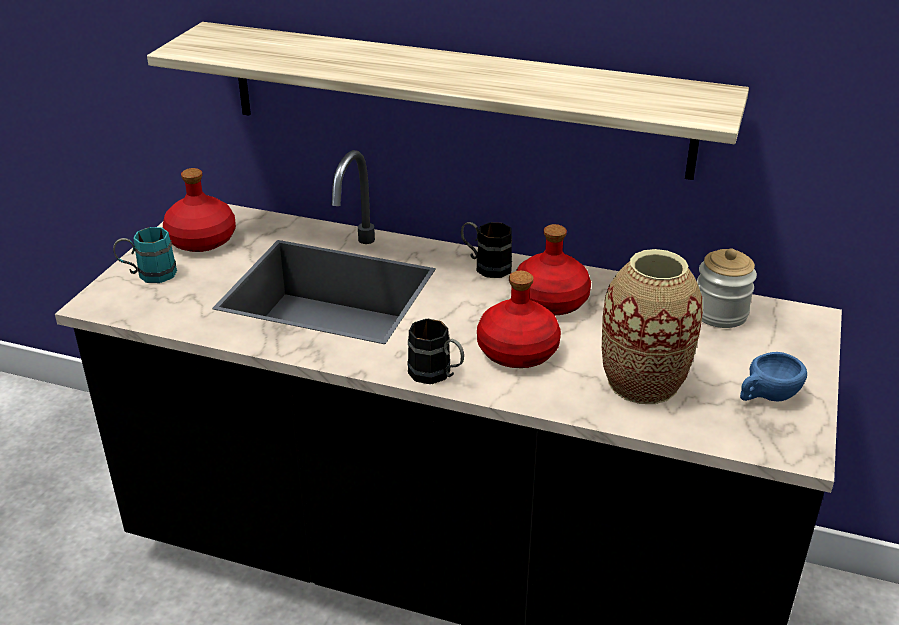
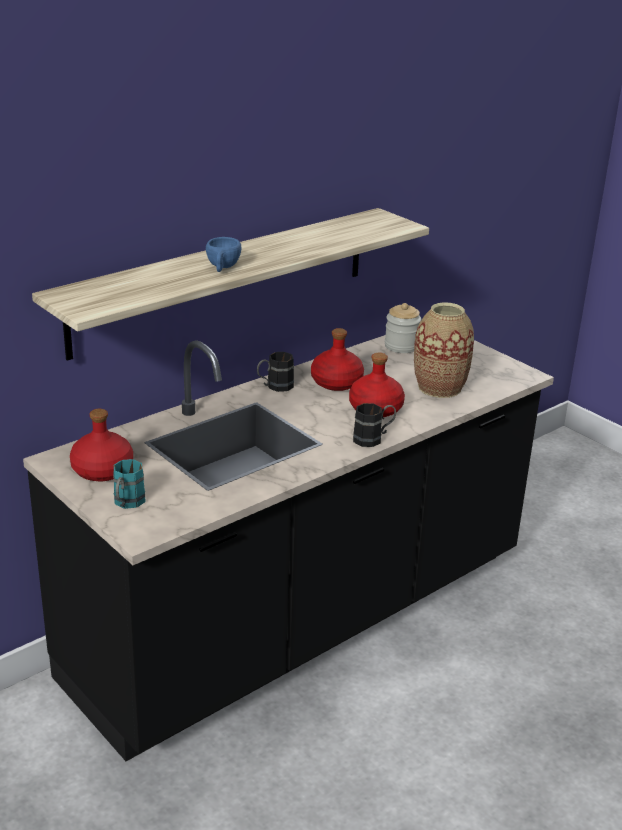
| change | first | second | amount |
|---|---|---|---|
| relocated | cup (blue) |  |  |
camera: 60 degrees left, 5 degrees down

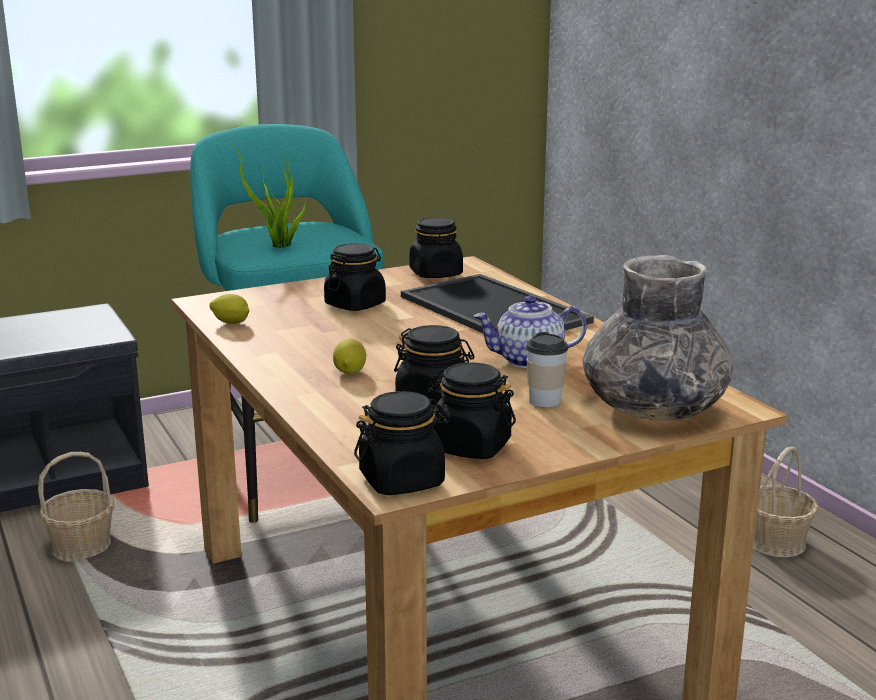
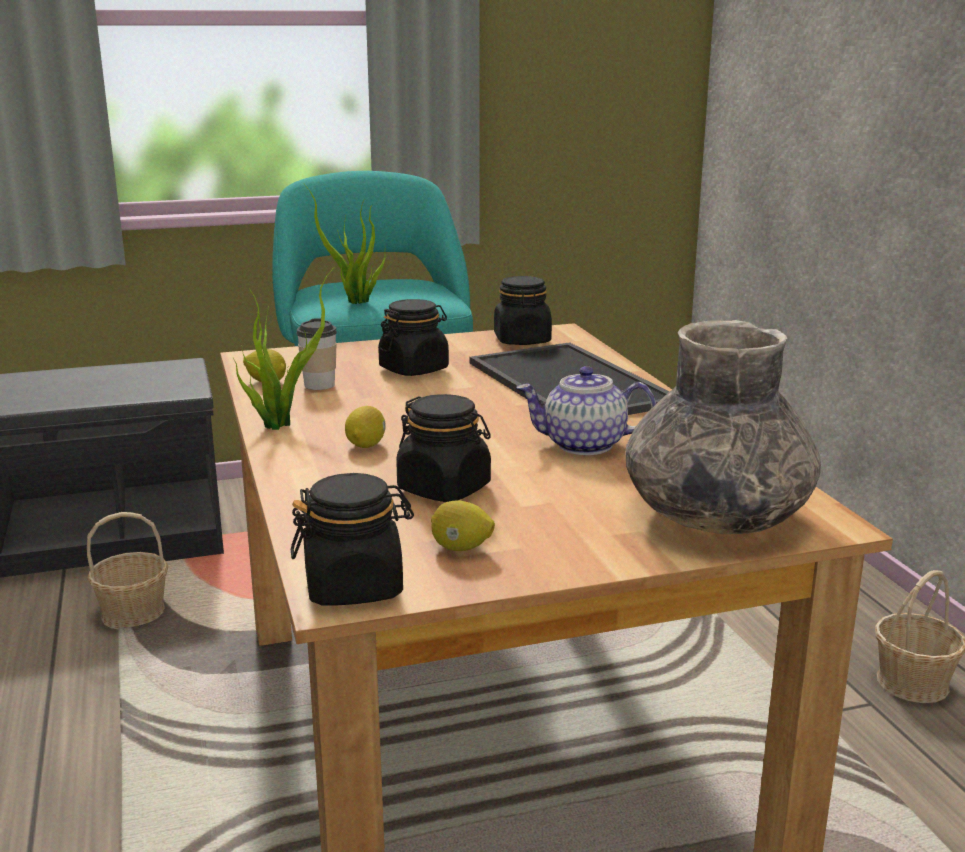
| change | first | second | amount |
|---|---|---|---|
| appeared |  | potted plant (no. 1 from left) |  |
| relocated | cup |  |  |
| exchanged | jar (black) (no. 5 from left) | lemon (no. 3 from left) |  |
camera: 10 degrees right, 0 degrees up

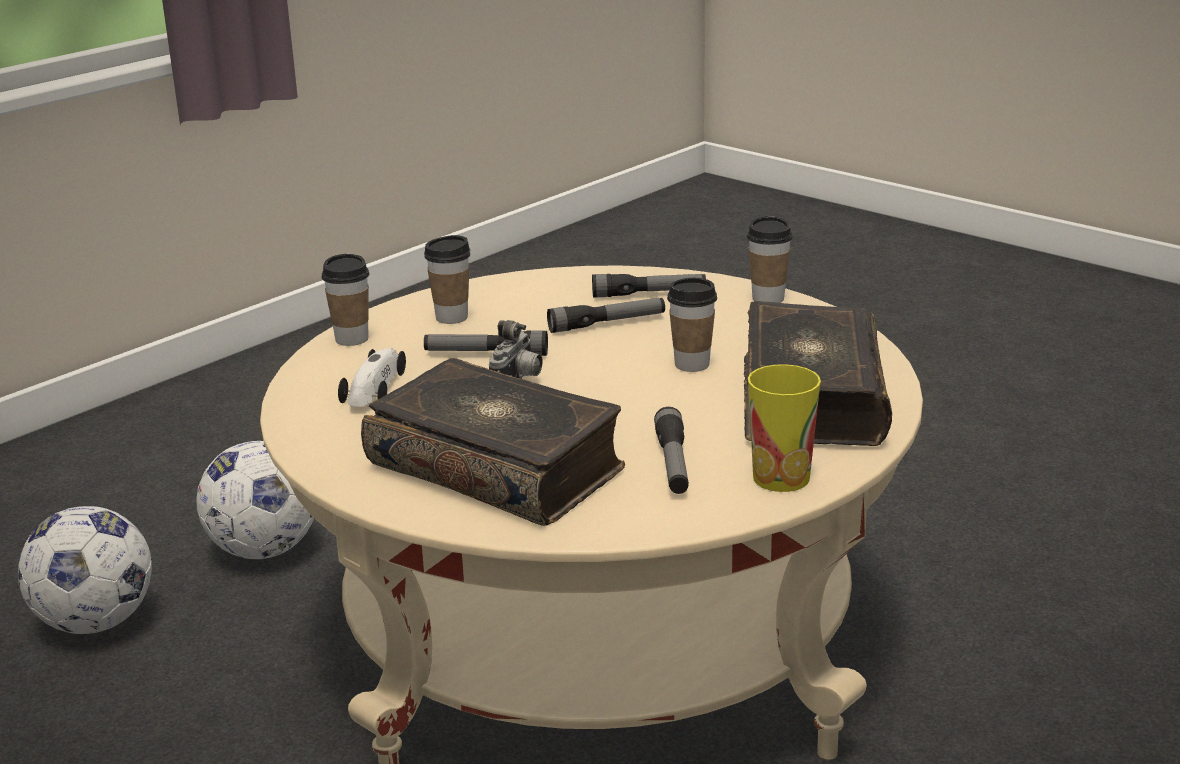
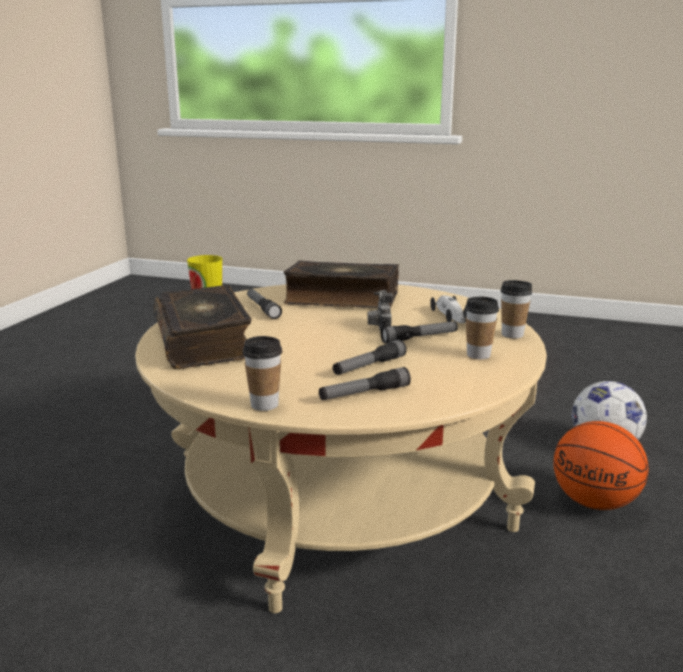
| change | first | second | amount |
|---|---|---|---|
| missing | cup (no. 3 from left) |  |  |
| exchanged | football (no. 2 from left) | basketball |  |
camera: 155 degrees right, 5 degrees down

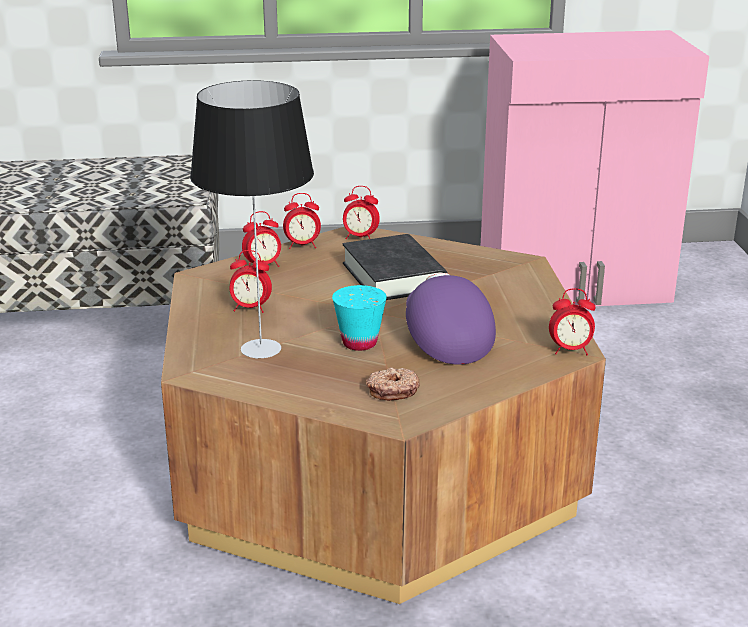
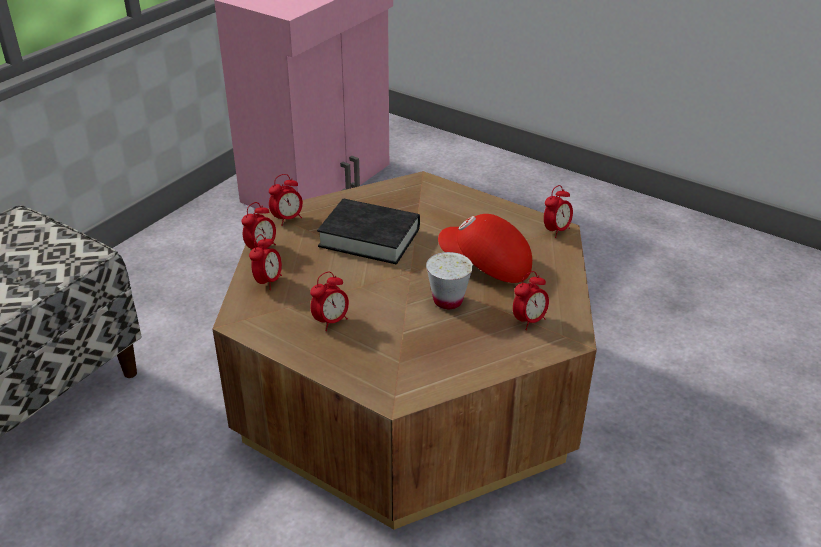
| change | first | second | amount |
|---|---|---|---|
| missing | table lamp |  |  |
| exchanged | donut | alarm clock (no. 5 from left) |  |
| colour | cup (turquoise) | cup (white) |  |
| colour | cap (purple) | cap (red) |  |
camera: 50 degrees left, 10 degrees up

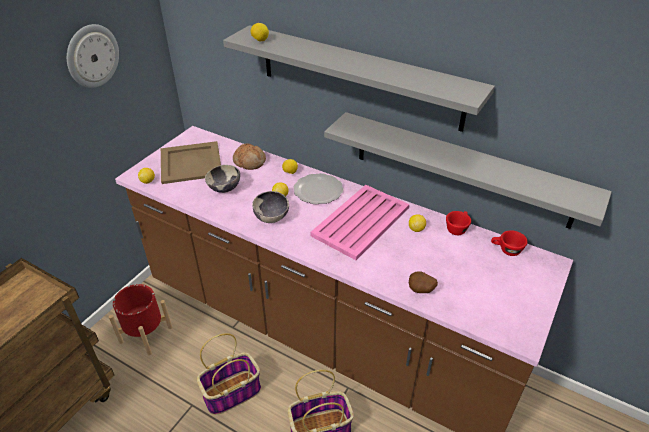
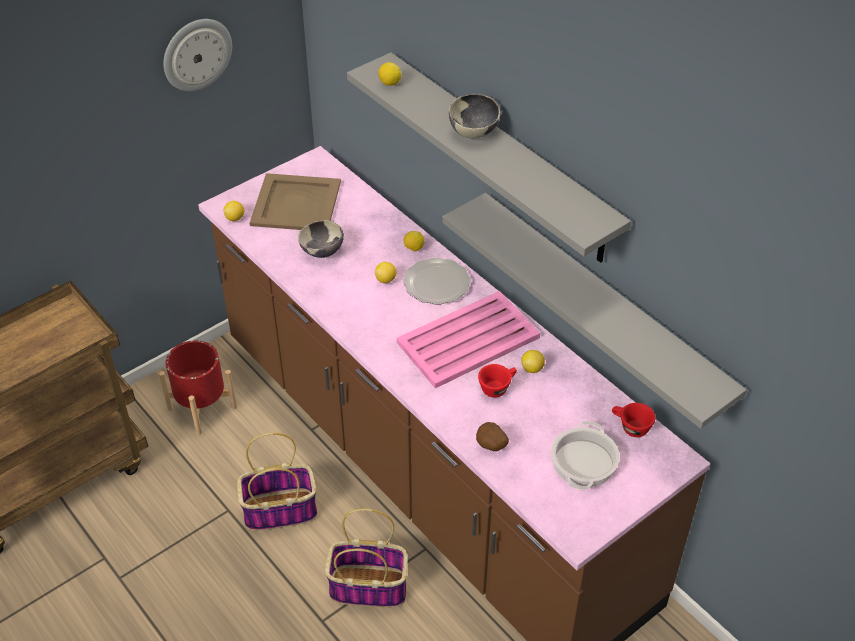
| change | first | second | amount |
|---|---|---|---|
| missing | bread |  |  |
| appeared |  | cooking pot |  |
| relocated | bowl (no. 2 from left) |  |  |
| relocated | cup (red) (no. 1 from left) |  |  |
camera: 20 degrees right, 5 degrees up

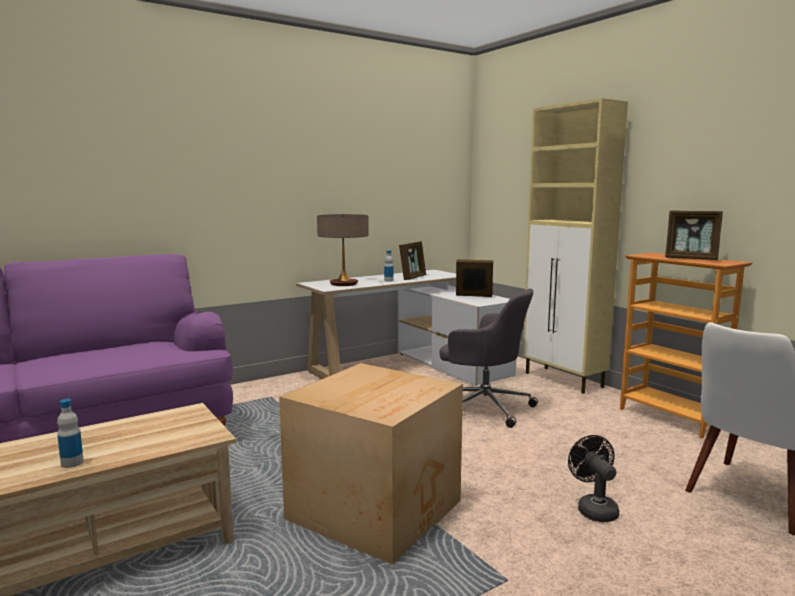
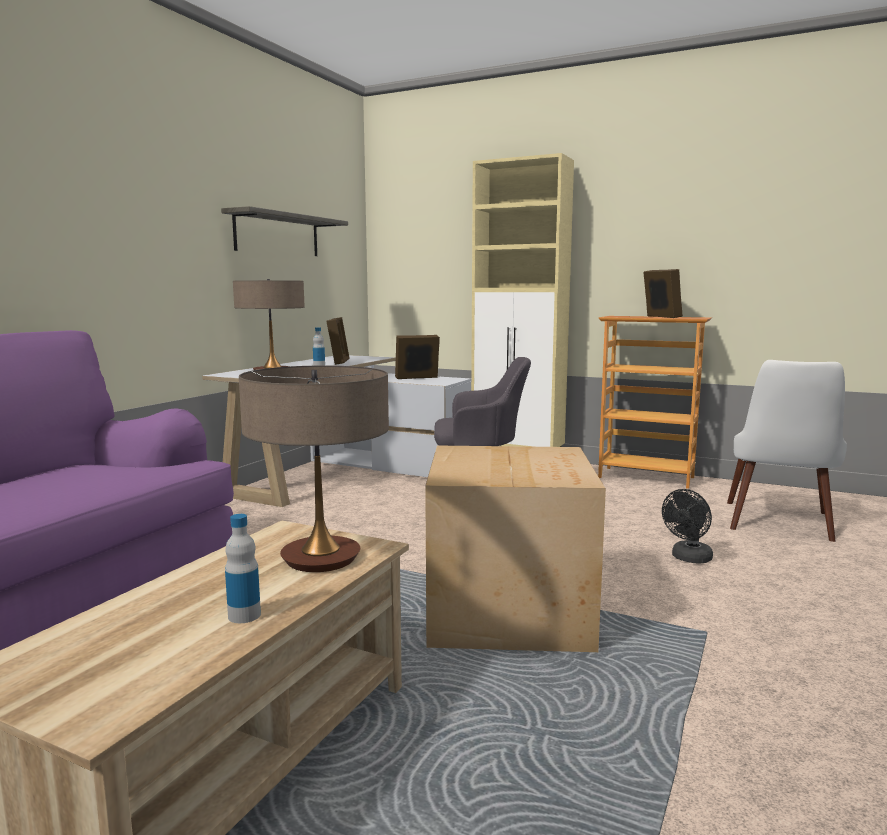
| change | first | second | amount |
|---|---|---|---|
| appeared |  | shelf |  |
| appeared |  | table lamp (no. 2 from left) |  |
| spun | fan (black) |  | 90 degrees counterclockwise |
| spun | picture frame (no. 3 from left) |  | 105 degrees counterclockwise |
camera: 30 degrees left, 0 degrees up

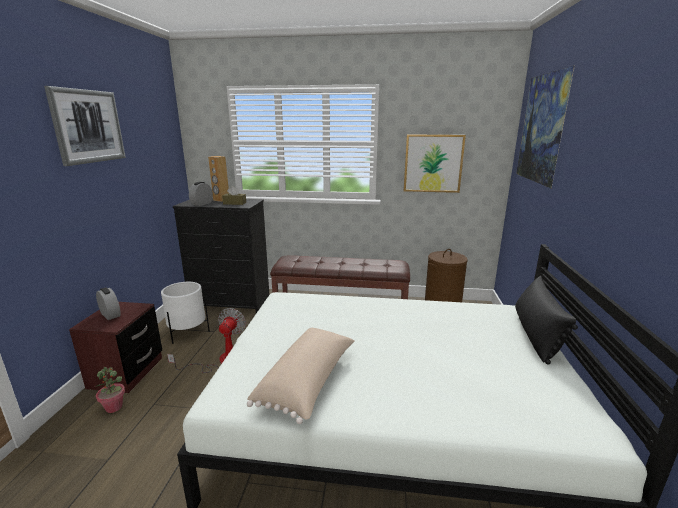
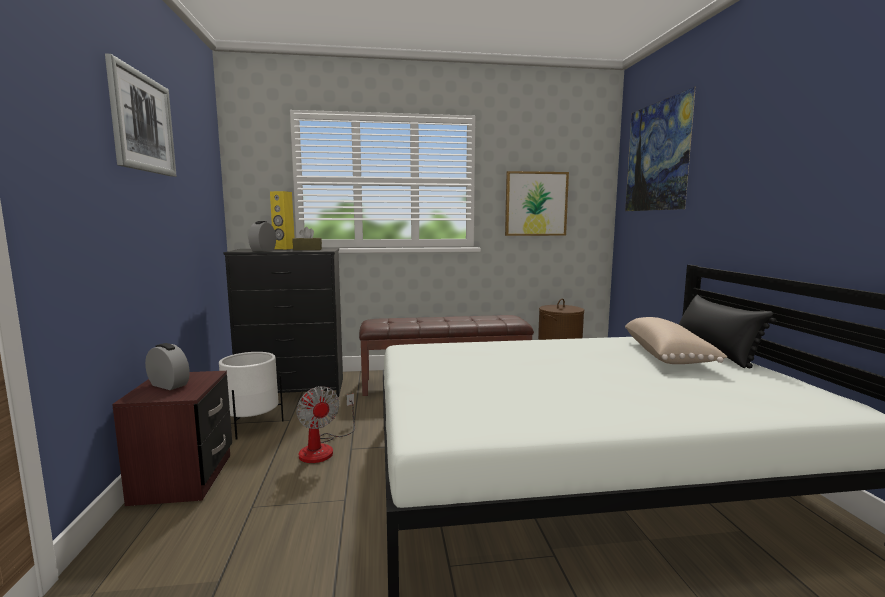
| change | first | second | amount |
|---|---|---|---|
| missing | potted plant |  |  |
| relocated | pillow (beige) |  |  |
| colour | speaker (brown) | speaker (yellow) |  |
| spun | fan |  | 150 degrees clockwise |
camera: 15 degrees left, 10 degrees down

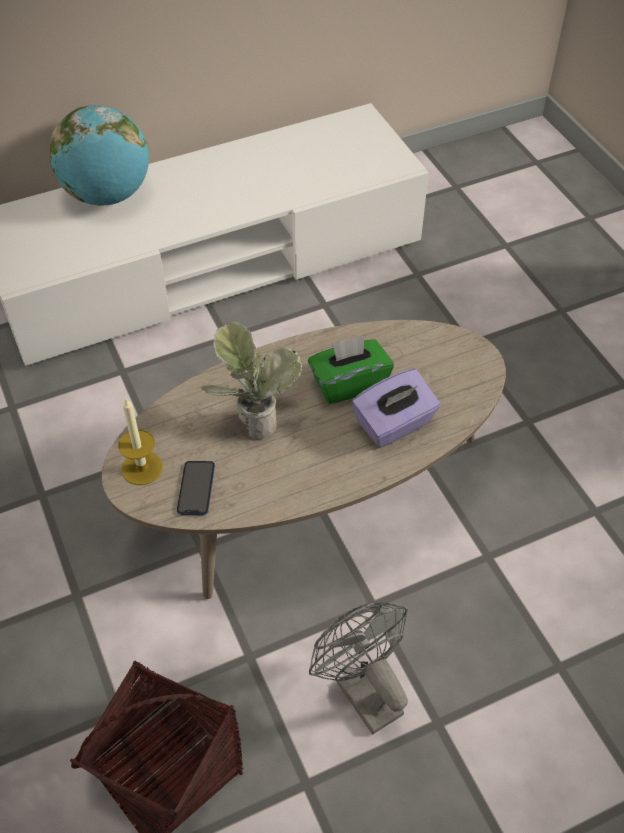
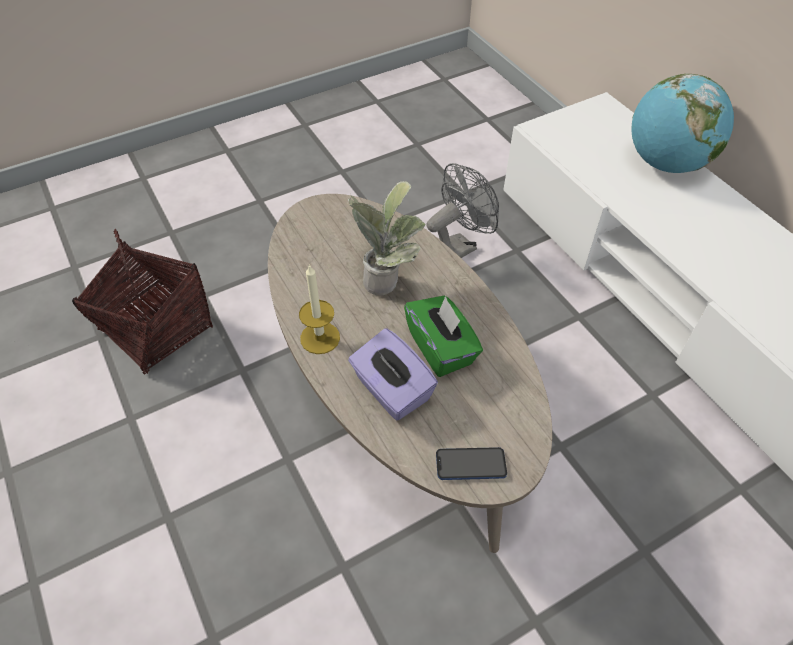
| change | first | second | amount |
|---|---|---|---|
| relocated | candle |  |  |
| relocated | phone |  |  |
| relocated | fan (grey) |  |  |
camera: 85 degrees right, 0 degrees up

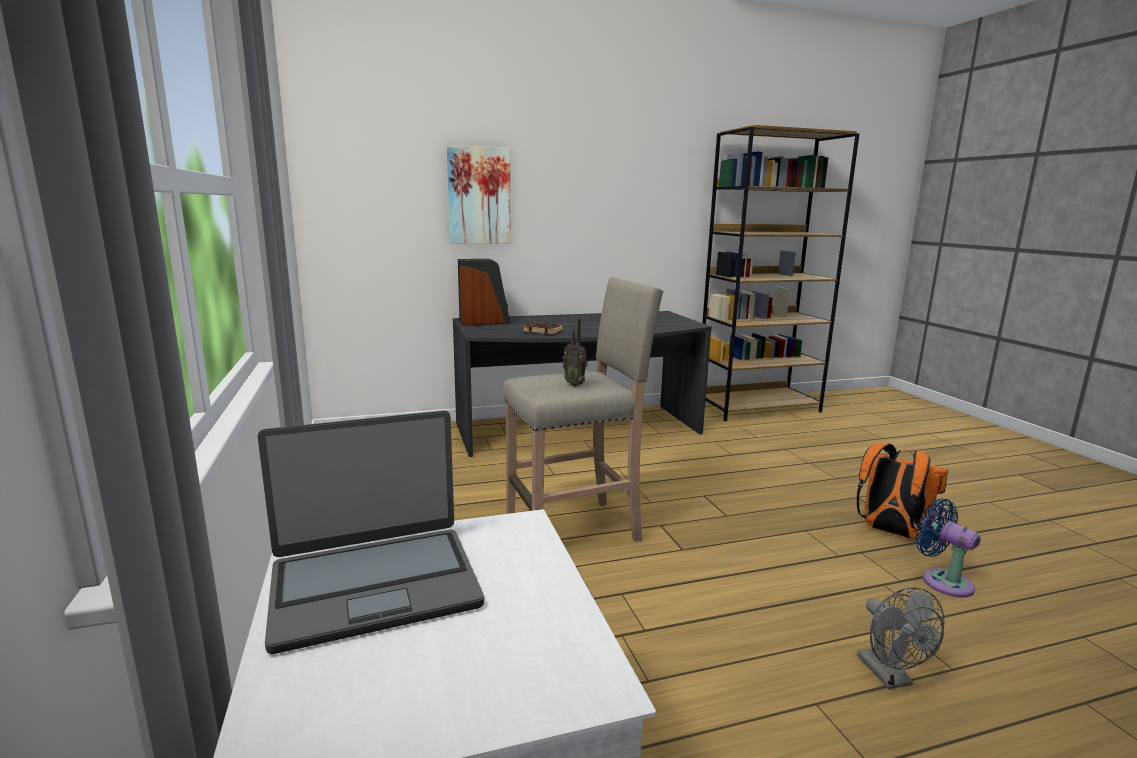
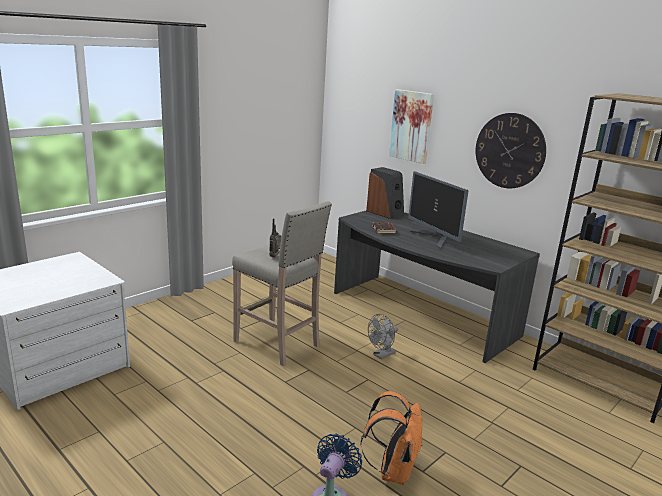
| change | first | second | amount |
|---|---|---|---|
| missing | laptop |  |  |
| appeared |  | monitor |  |
| appeared |  | wall clock |  |
| relocated | fan (grey) |  |  |
camera: 60 degrees right, 5 degrees up

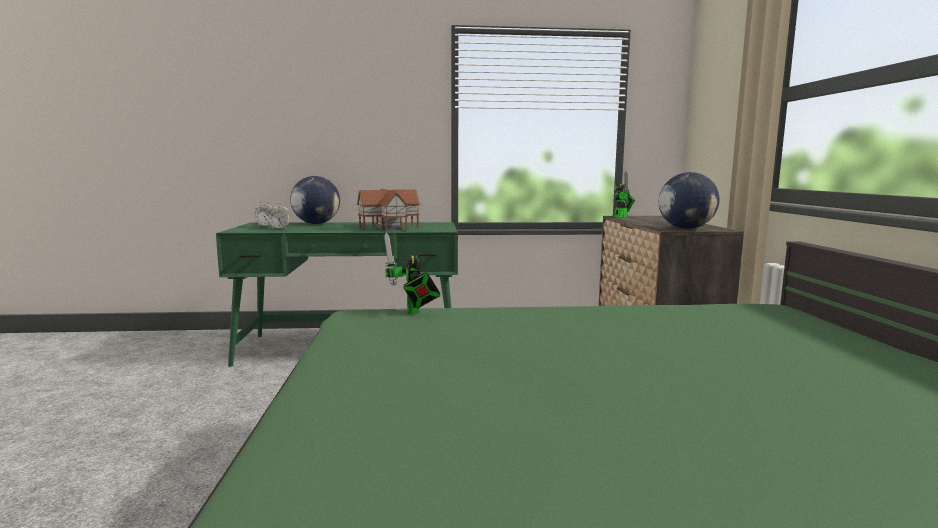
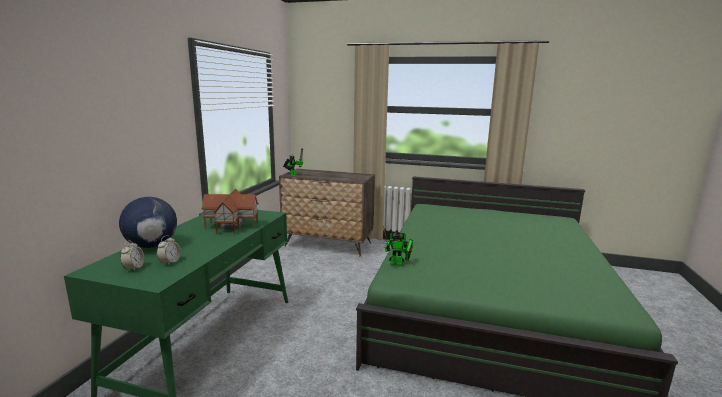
| change | first | second | amount |
|---|---|---|---|
| missing | globe (no. 2 from left) |  |  |
camera: 70 degrees left, 5 degrees up

